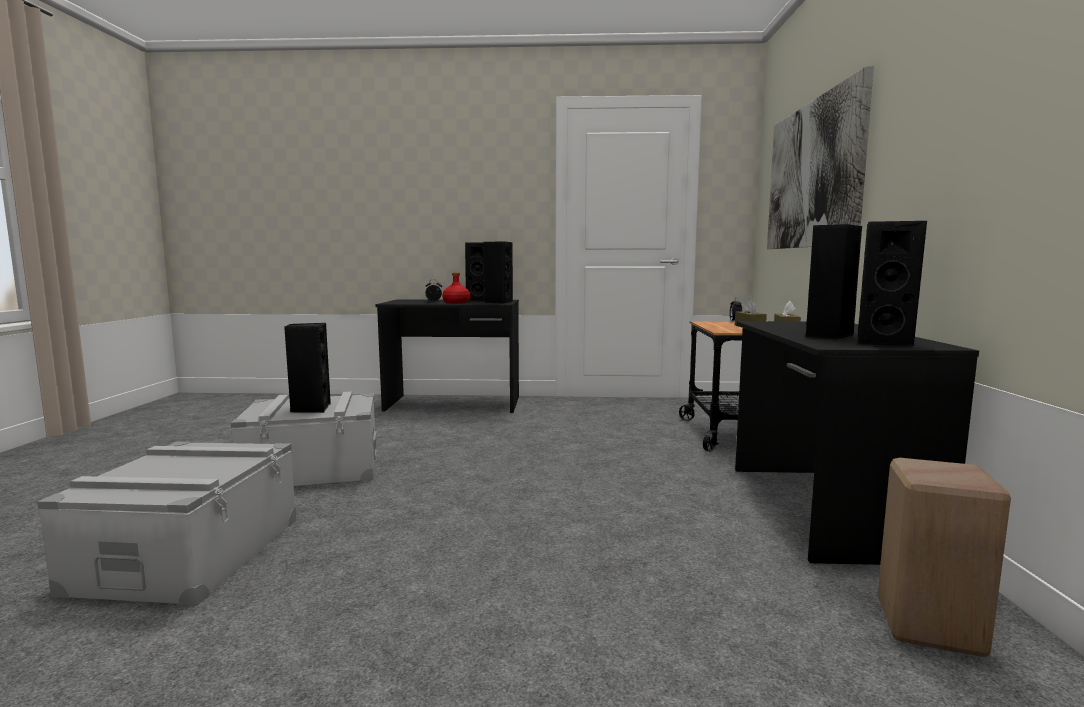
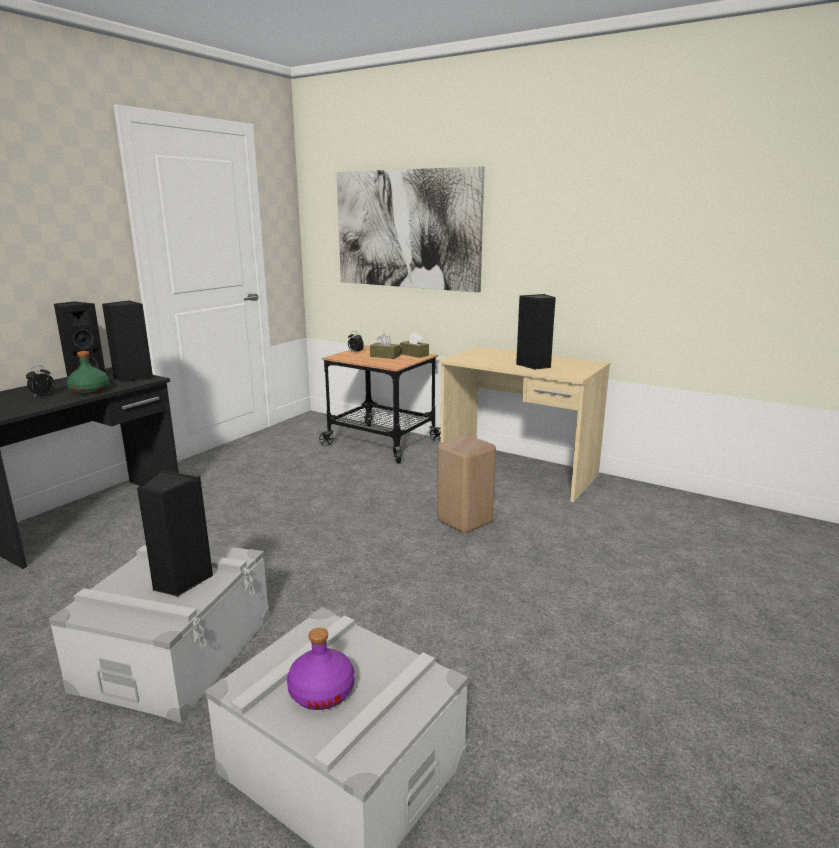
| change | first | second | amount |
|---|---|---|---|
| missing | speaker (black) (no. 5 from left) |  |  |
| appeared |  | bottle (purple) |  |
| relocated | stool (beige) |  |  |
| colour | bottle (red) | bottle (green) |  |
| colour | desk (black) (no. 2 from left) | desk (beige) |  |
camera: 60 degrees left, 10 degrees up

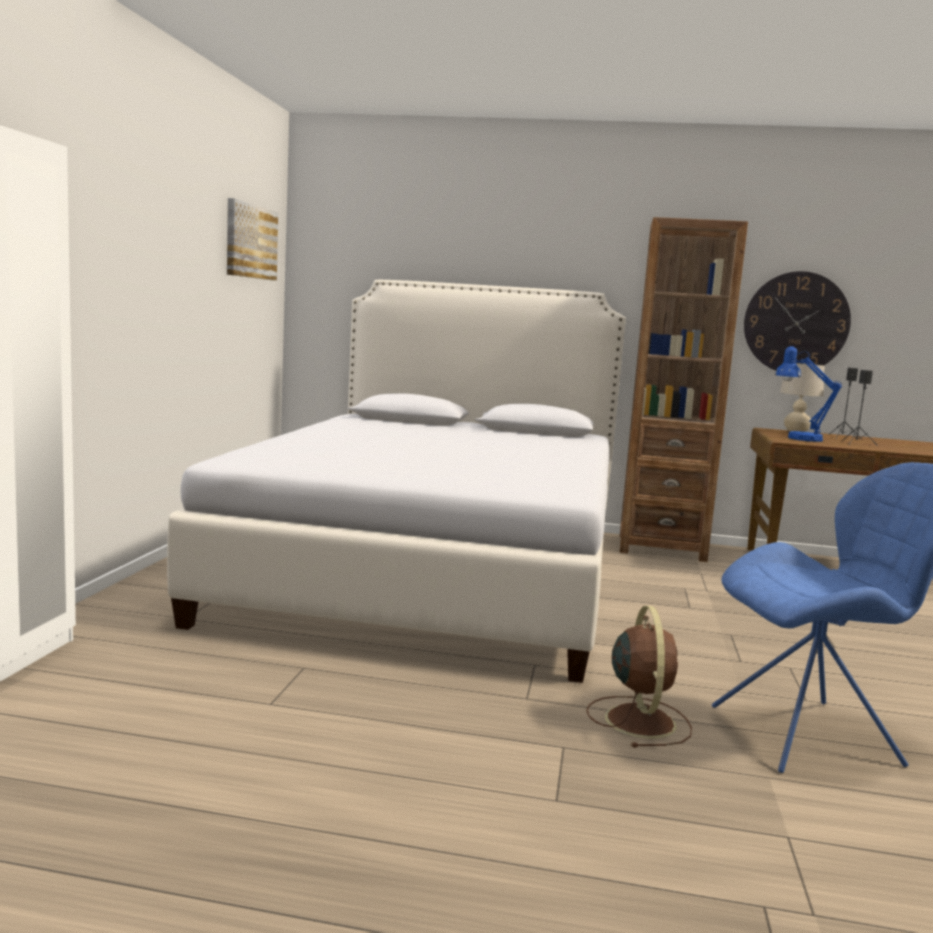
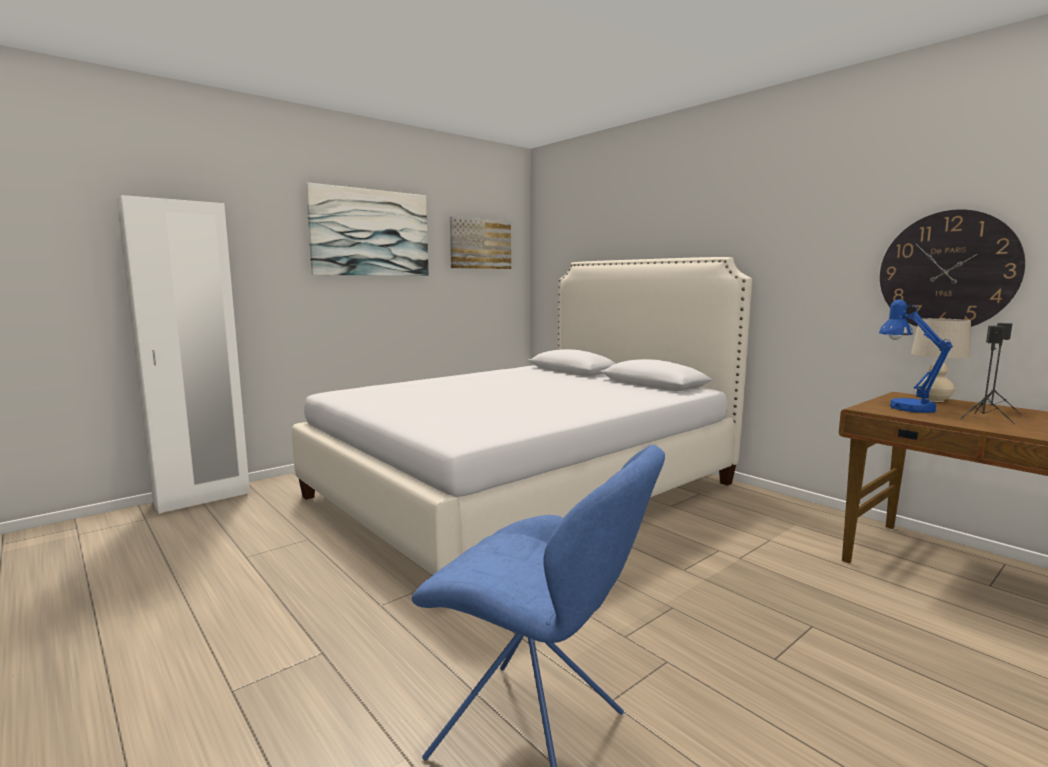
| change | first | second | amount |
|---|---|---|---|
| missing | fan (brown) |  |  |
| missing | bookcase (brown) |  |  |
| appeared |  | picture (no. 1 from left) |  |
camera: 40 degrees right, 0 degrees up

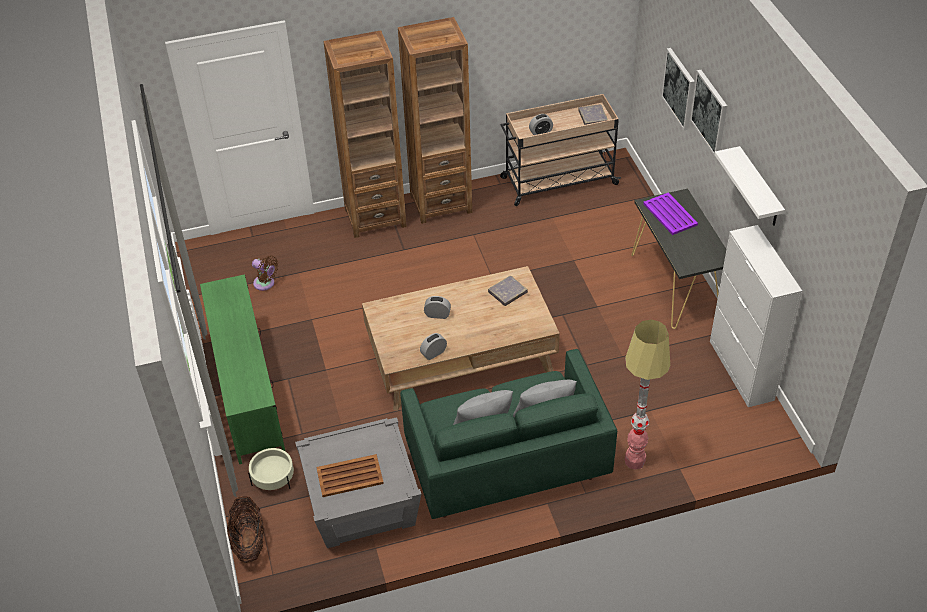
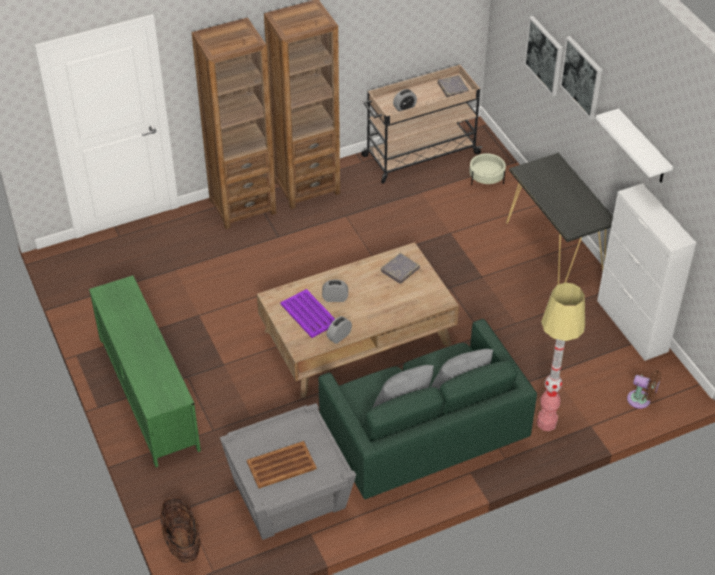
| change | first | second | amount |
|---|---|---|---|
| relocated | planter (beige) |  |  |
| relocated | fan (brown) |  |  |
| relocated | tray (purple) |  |  |
camera: 10 degrees left, 0 degrees up

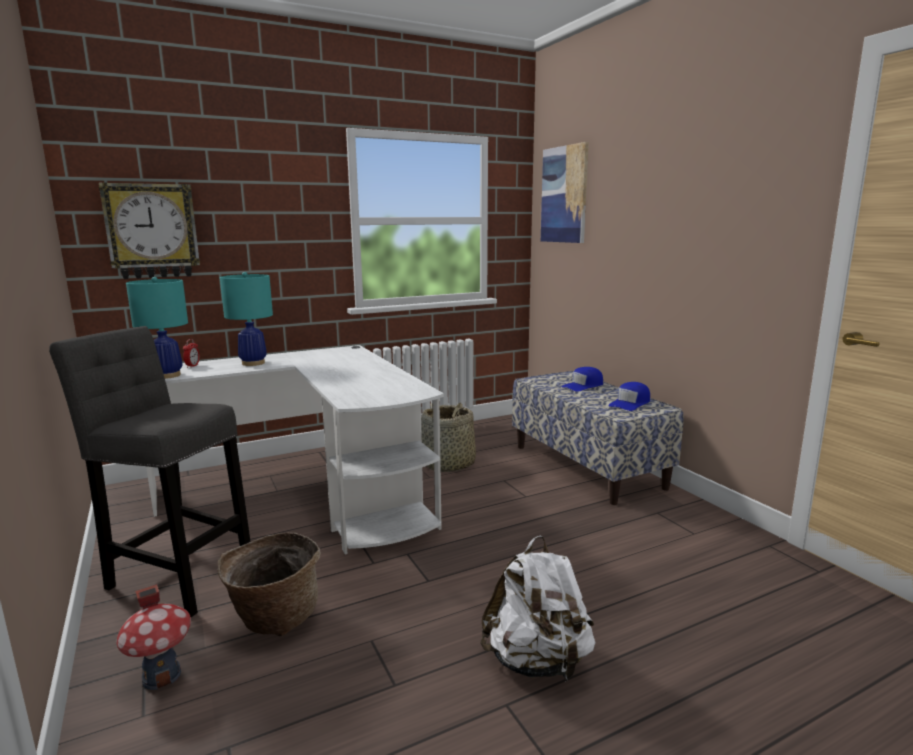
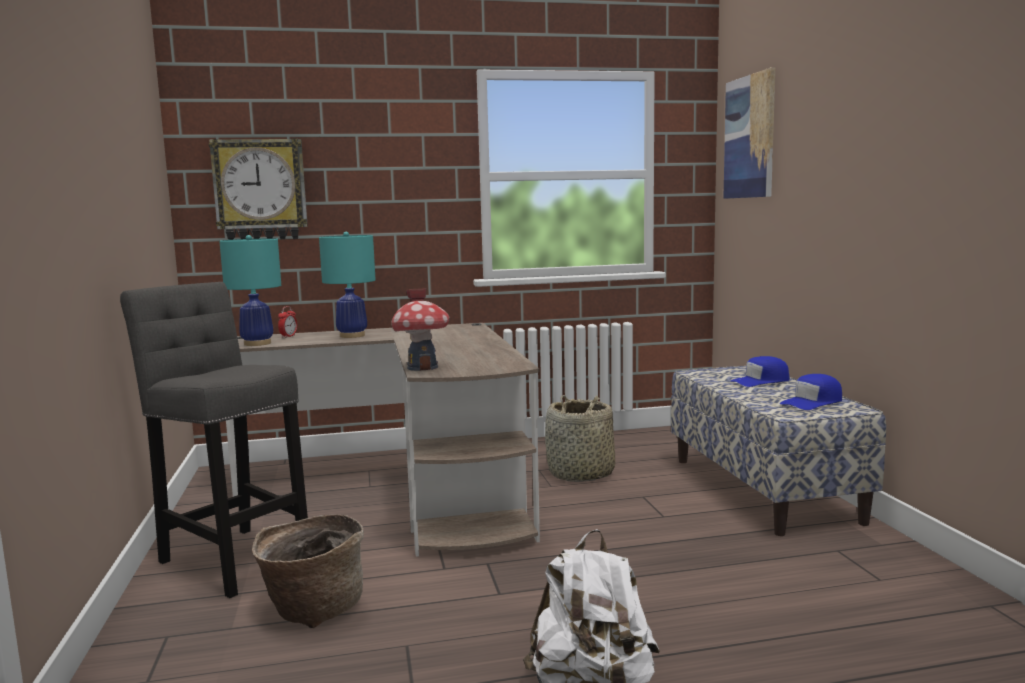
| change | first | second | amount |
|---|---|---|---|
| relocated | toy house |  |  |
| colour | desk (white) | desk (brown) |  |
camera: 15 degrees right, 5 degrees down

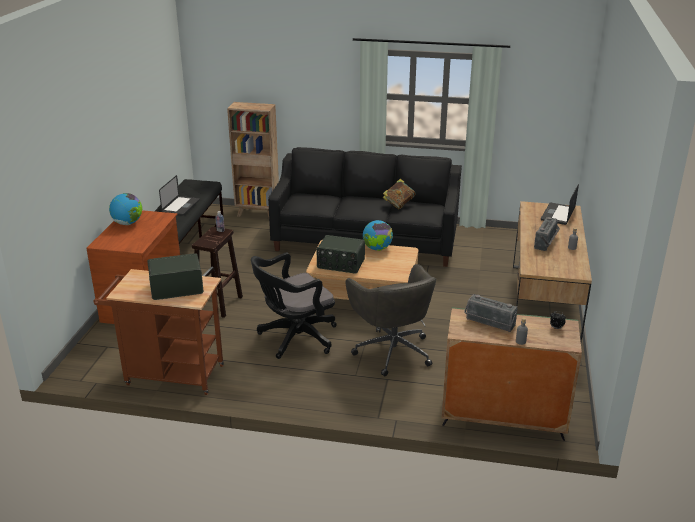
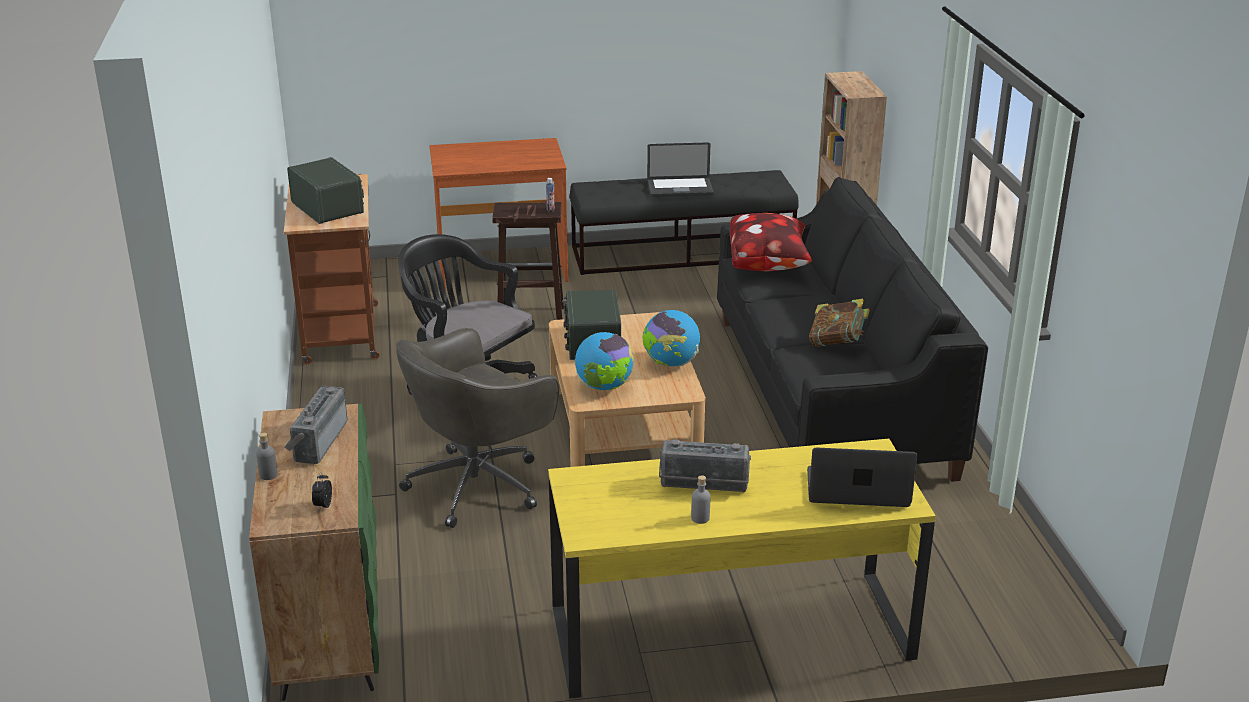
| change | first | second | amount |
|---|---|---|---|
| appeared |  | pillow |  |
| relocated | globe (no. 1 from left) |  |  |
| colour | desk (brown) (no. 2 from left) | desk (yellow) |  |
camera: 70 degrees right, 0 degrees up

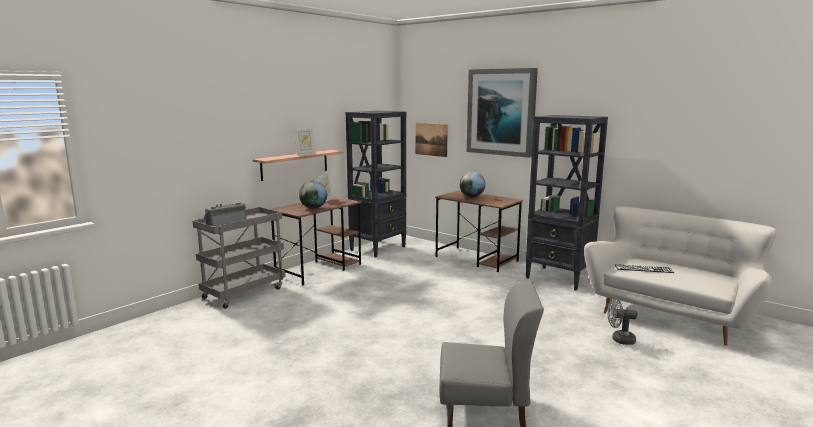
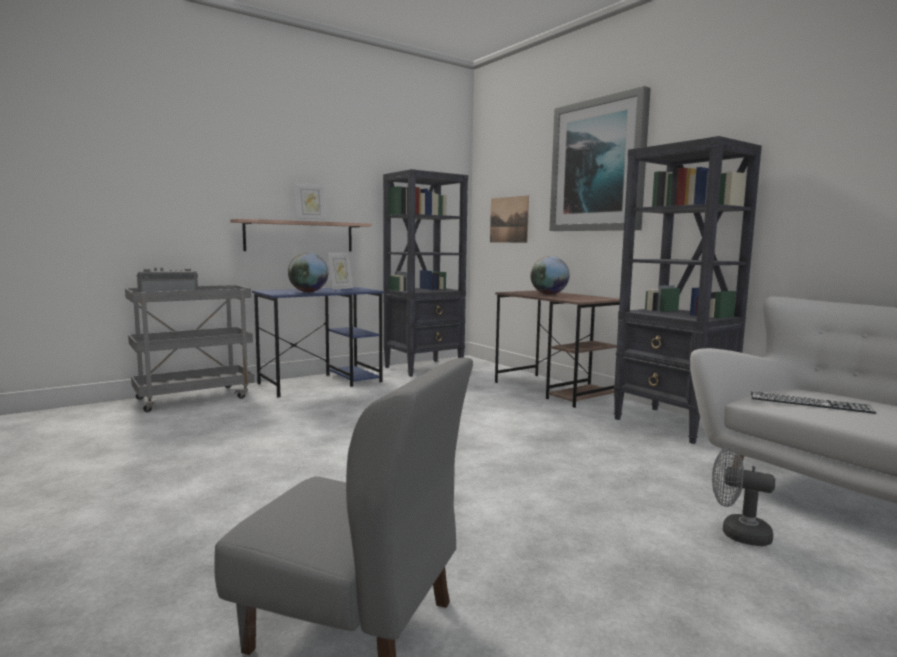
| change | first | second | amount |
|---|---|---|---|
| colour | desk (brown) (no. 1 from left) | desk (blue) |  |
camera: 15 degrees right, 5 degrees down

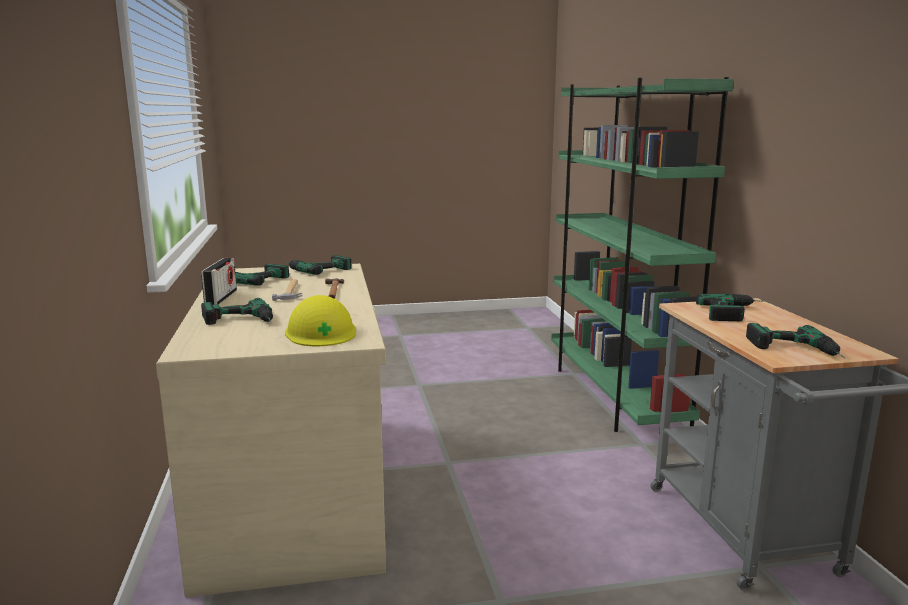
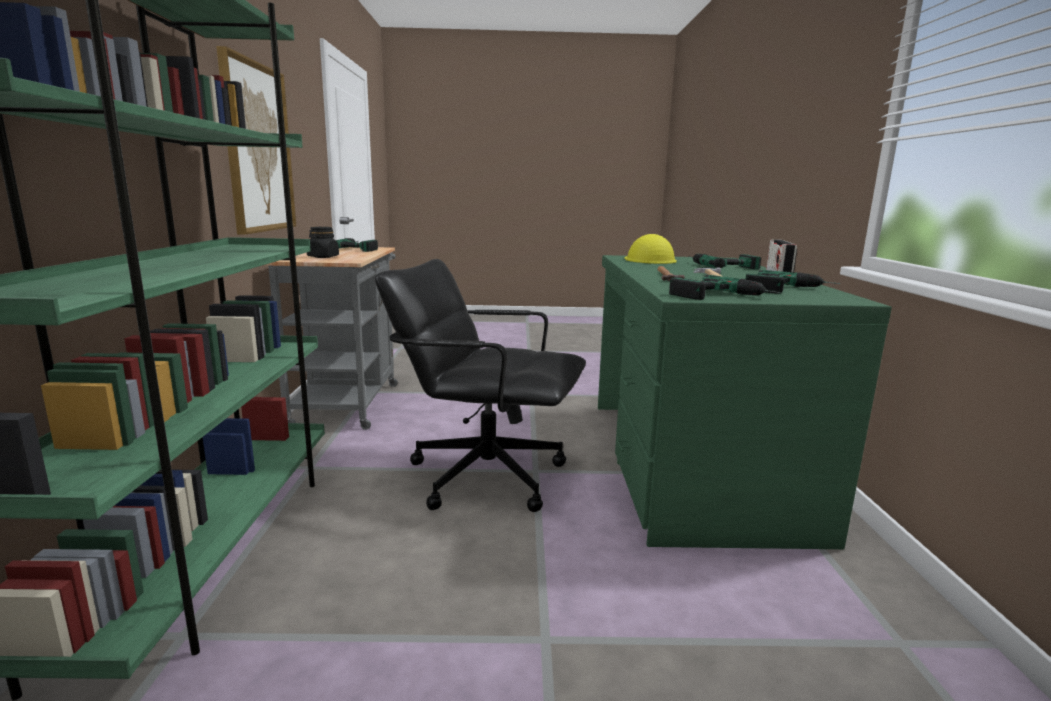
| change | first | second | amount |
|---|---|---|---|
| appeared |  | picture |  |
| appeared |  | office chair (black) |  |
| exchanged | power drill (no. 4 from left) | jar (black) |  |
| colour | desk (beige) | desk (green) |  |
camera: 170 degrees left, 0 degrees up

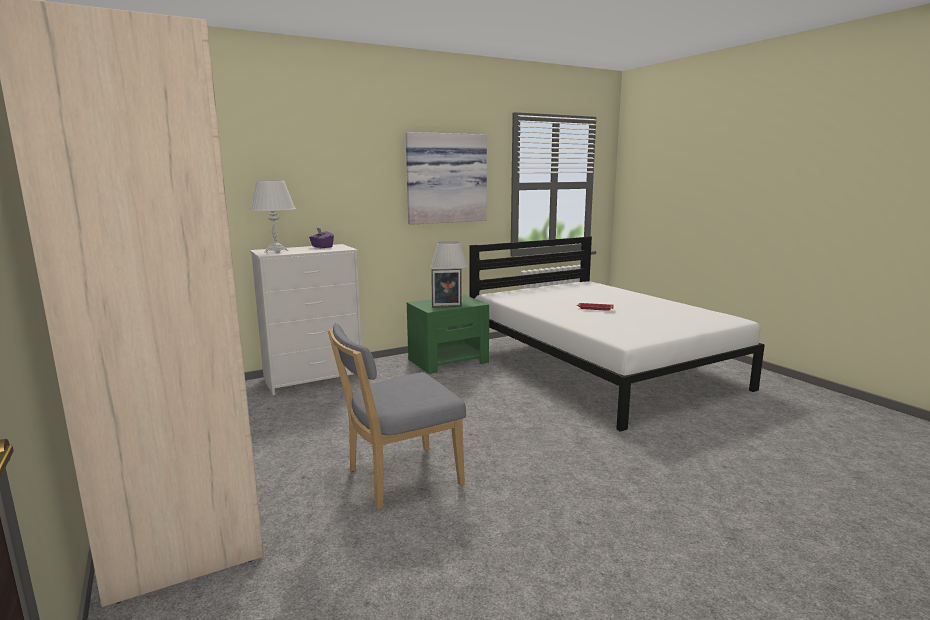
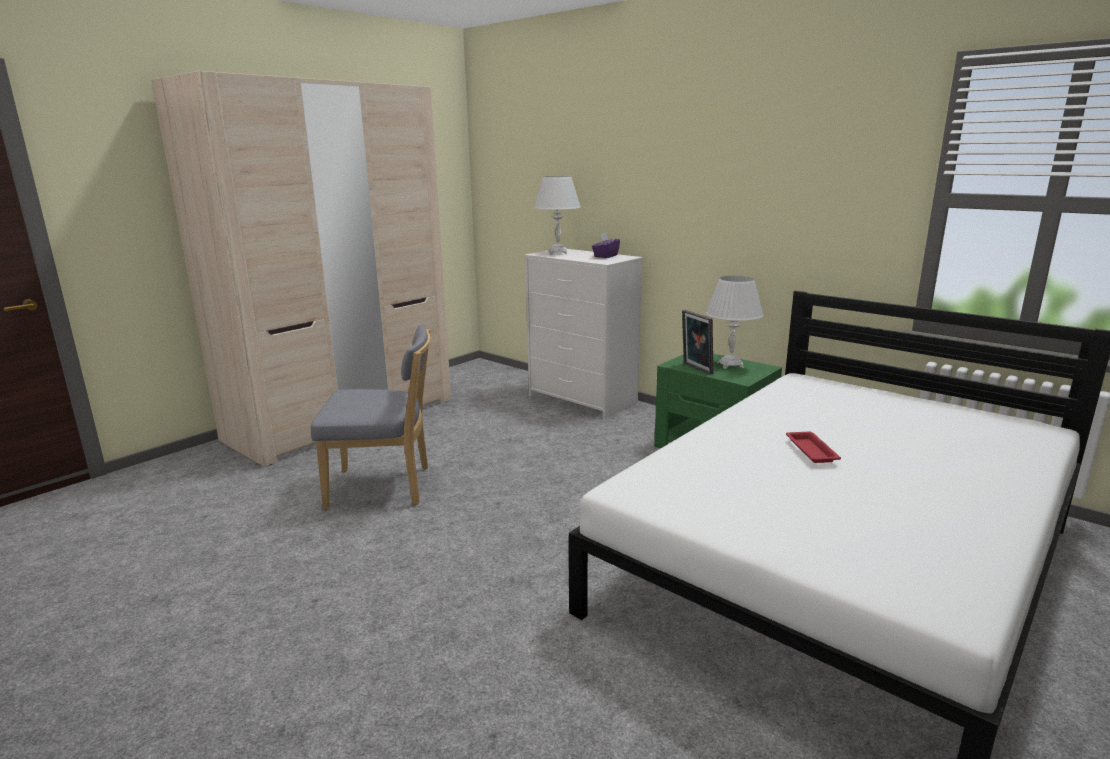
| change | first | second | amount |
|---|---|---|---|
| missing | picture |  |  |
| spun | chair (grey) |  | 135 degrees clockwise |
camera: 70 degrees right, 5 degrees up

